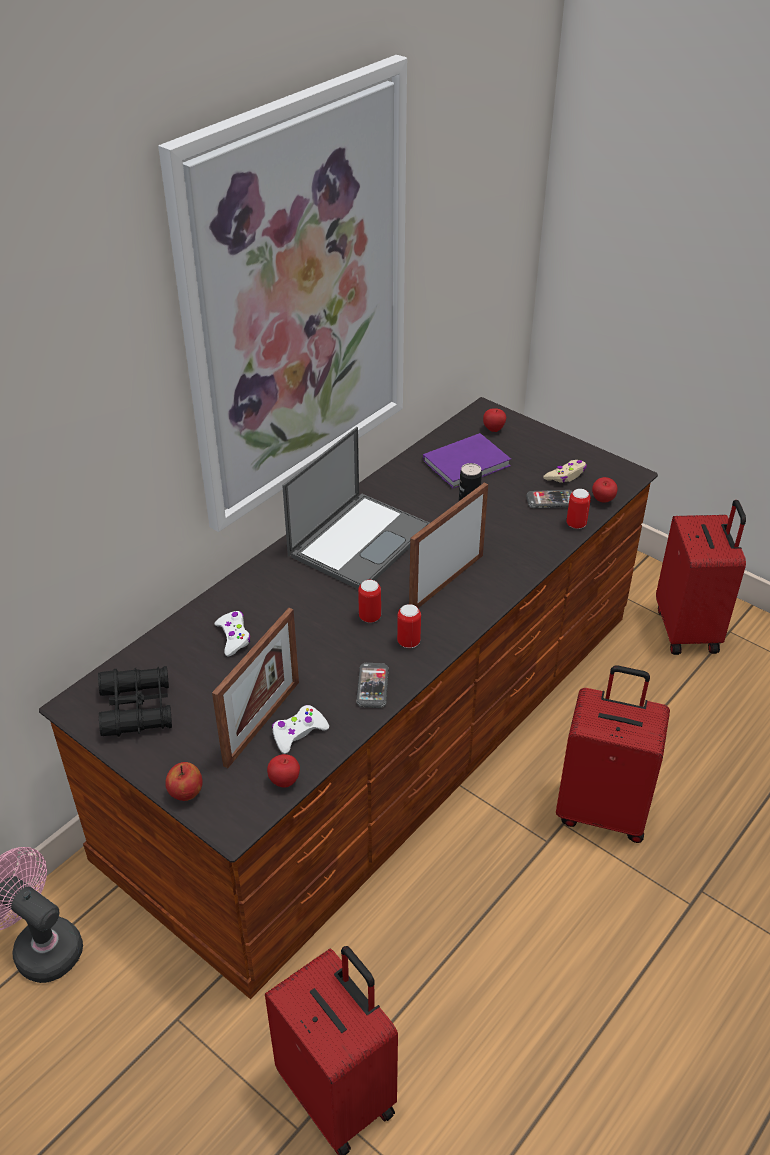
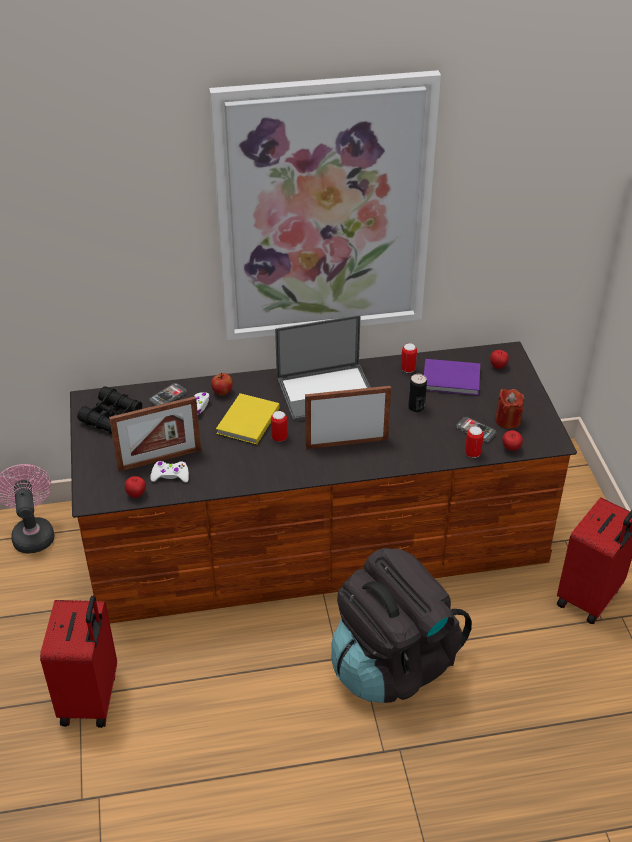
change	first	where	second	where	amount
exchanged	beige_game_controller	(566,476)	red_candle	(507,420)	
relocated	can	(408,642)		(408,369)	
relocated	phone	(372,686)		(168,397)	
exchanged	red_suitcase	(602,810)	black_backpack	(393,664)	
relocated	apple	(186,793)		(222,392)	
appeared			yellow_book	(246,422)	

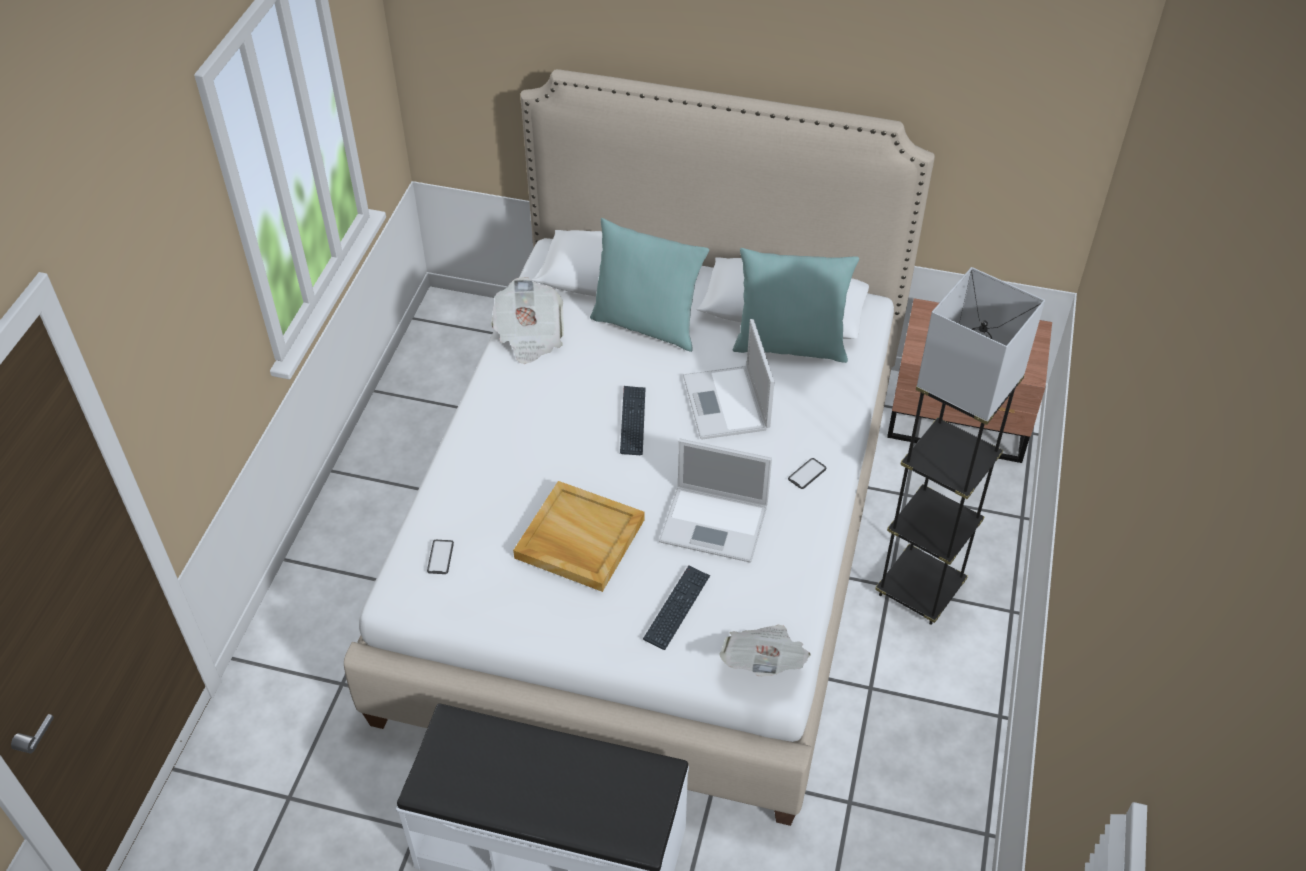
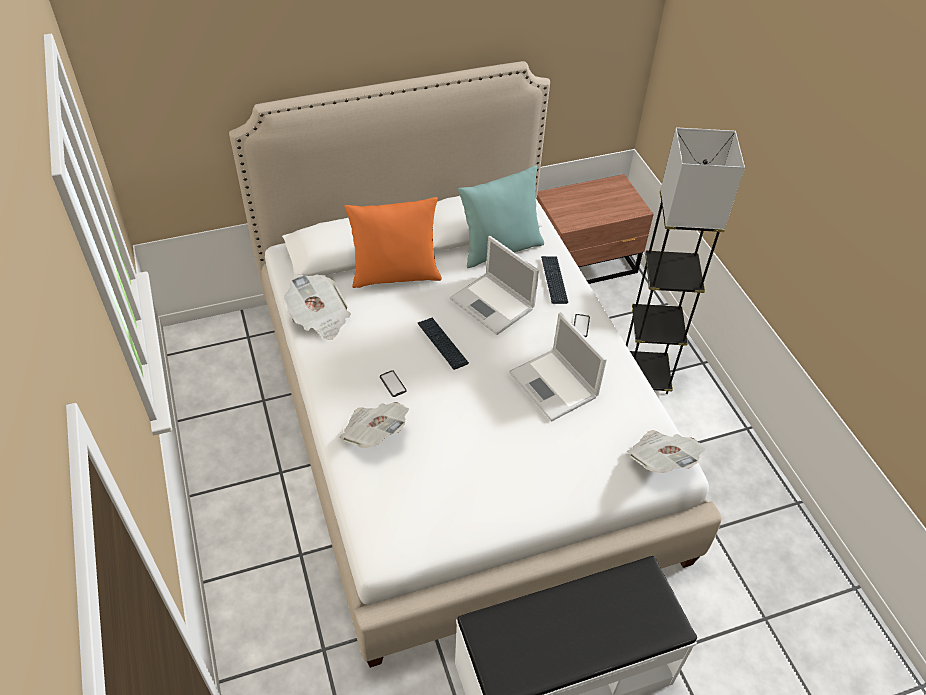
change	first	where	second	where	amount
colour	turquoise_pillow	(647,325)	orange_pillow	(395,275)	
spun	laptop	(716,524)		(554,386)	75 degrees clockwise
missing	beige_tray	(578,539)			
relocated	phone	(440,557)		(393,384)	
relocated	keyboard	(677,608)		(554,280)	
appeared			newspaper	(374,433)	

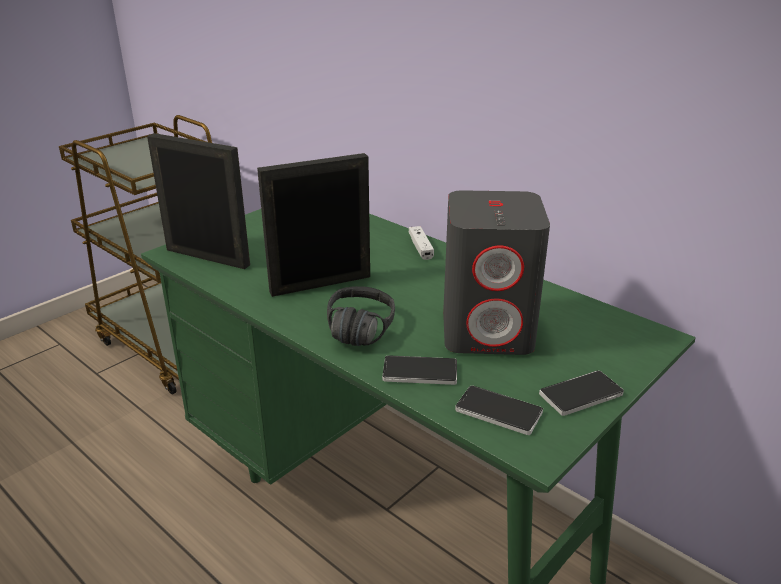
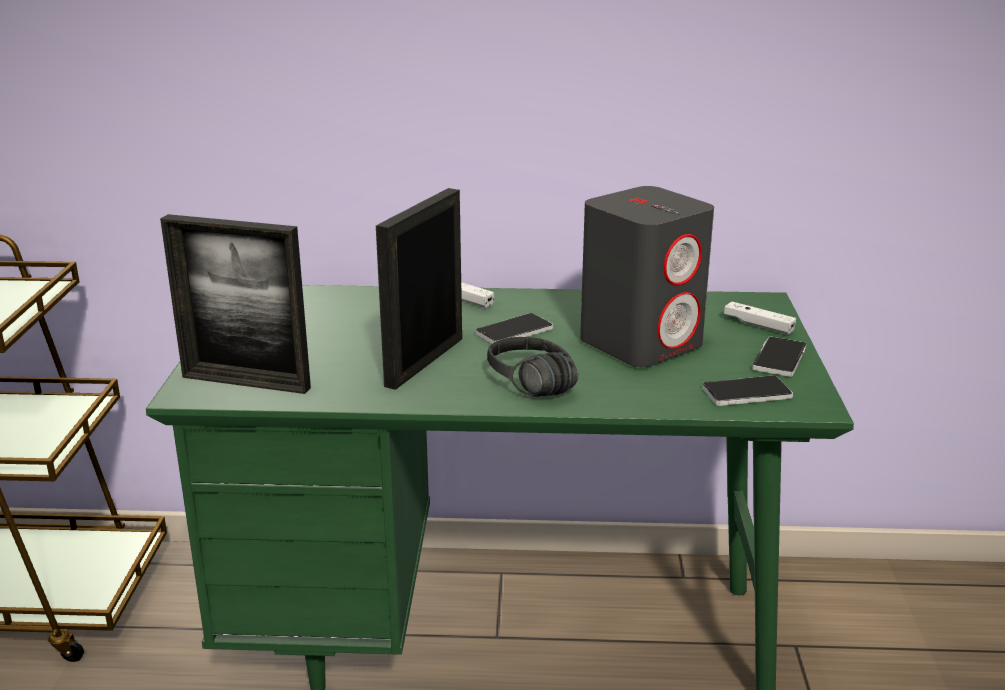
change	first	where	second	where	amount
spun	picture_frame	(207,257)		(246,382)	150 degrees counterclockwise
relocated	phone	(420,372)		(514,331)	
appeared			white_game_controller	(758,325)	

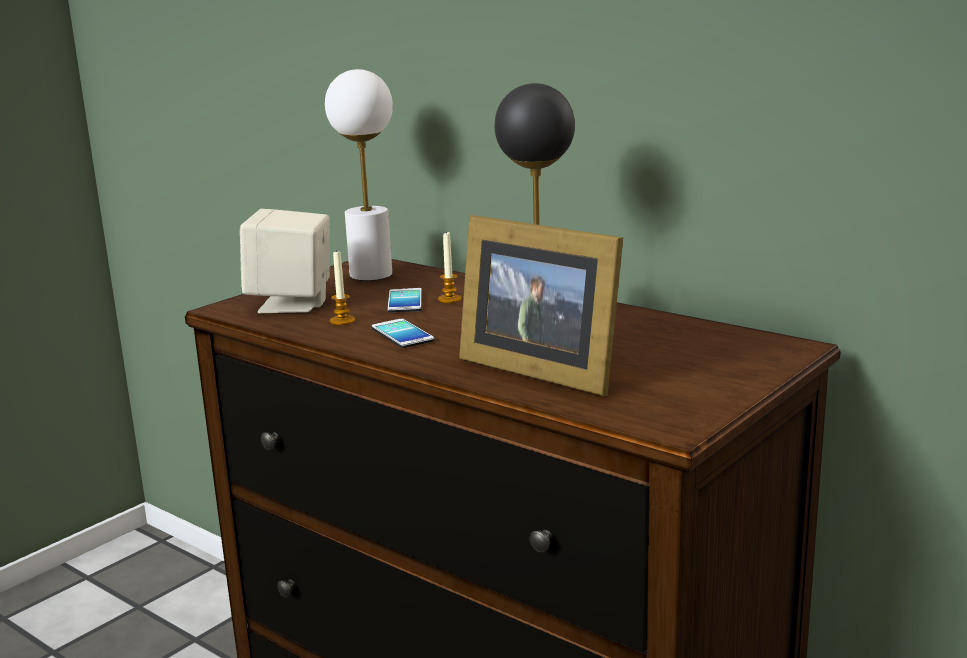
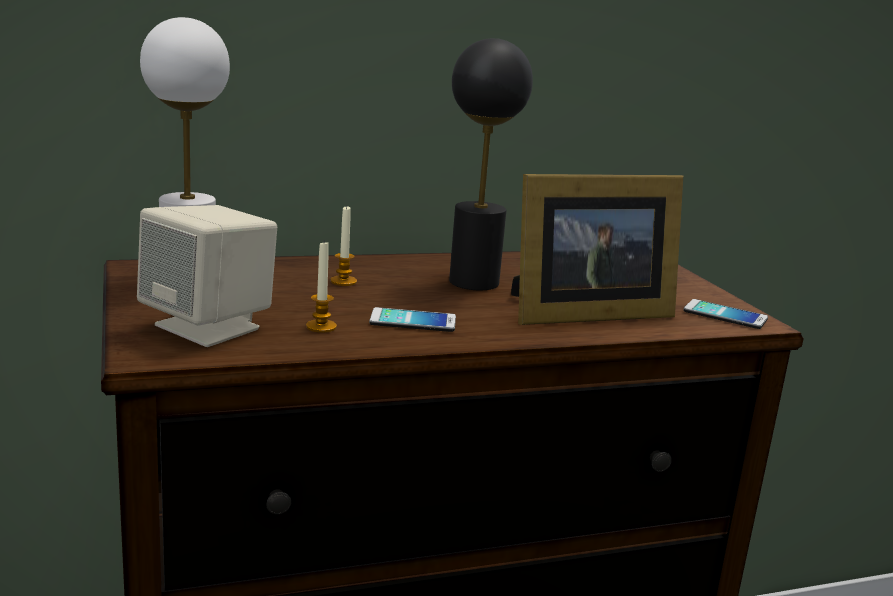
change	first	where	second	where	amount
relocated	phone	(405,301)		(725,315)	

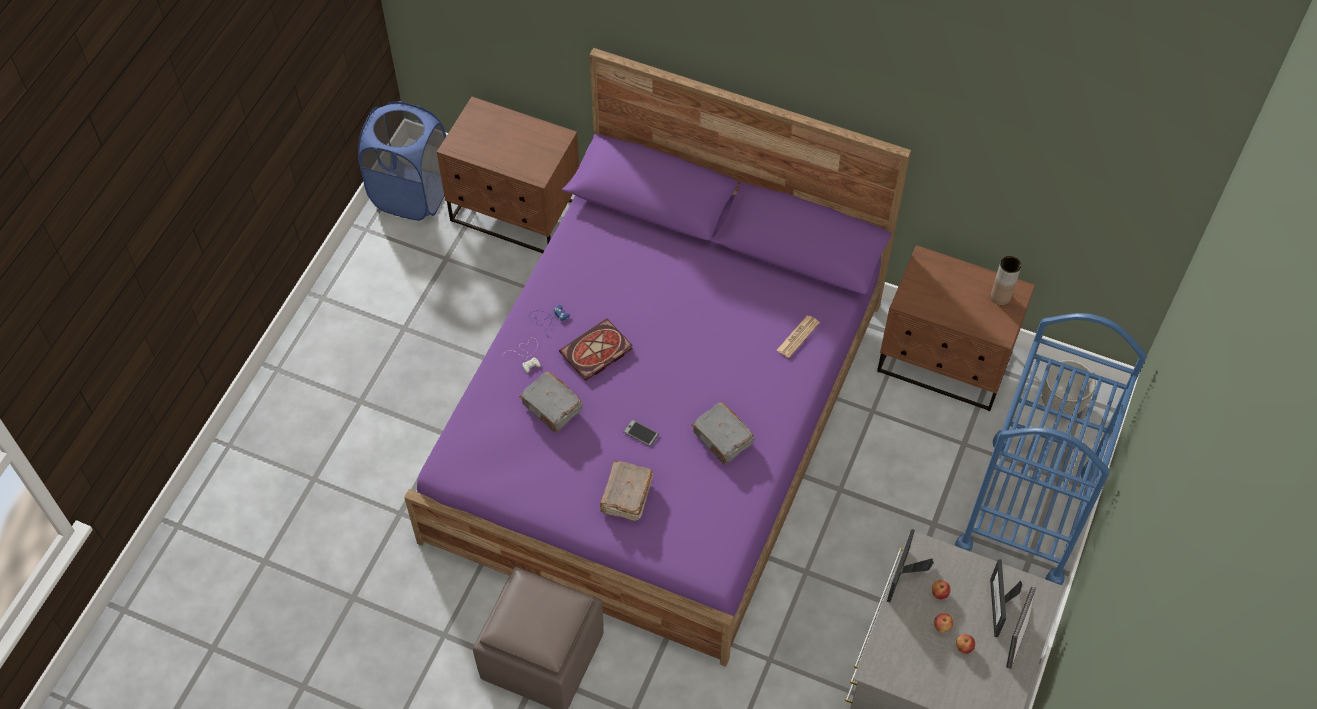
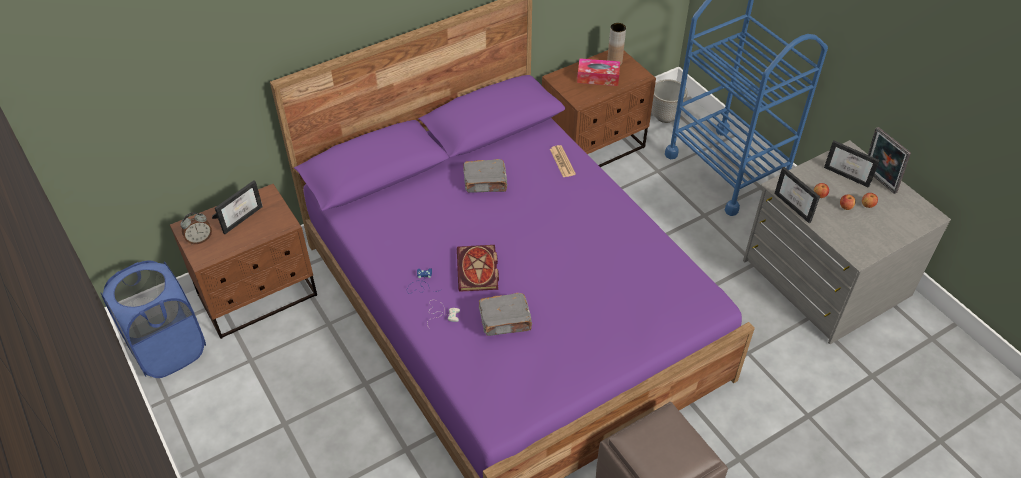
change	first	where	second	where	amount
relocated	grey_book	(722,439)		(486,183)	
missing	phone	(641,433)			
missing	brown_book	(625,496)			
appeared			tissue_box	(598,77)	
appeared			picture_frame	(240,217)	
appeared			alarm_clock	(200,239)	

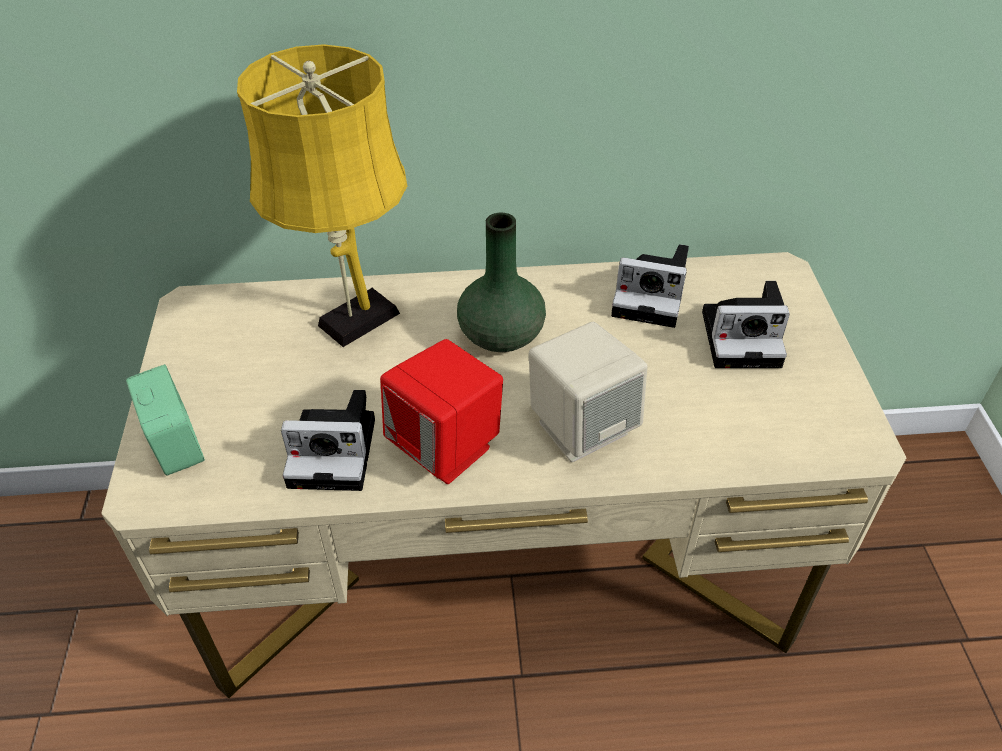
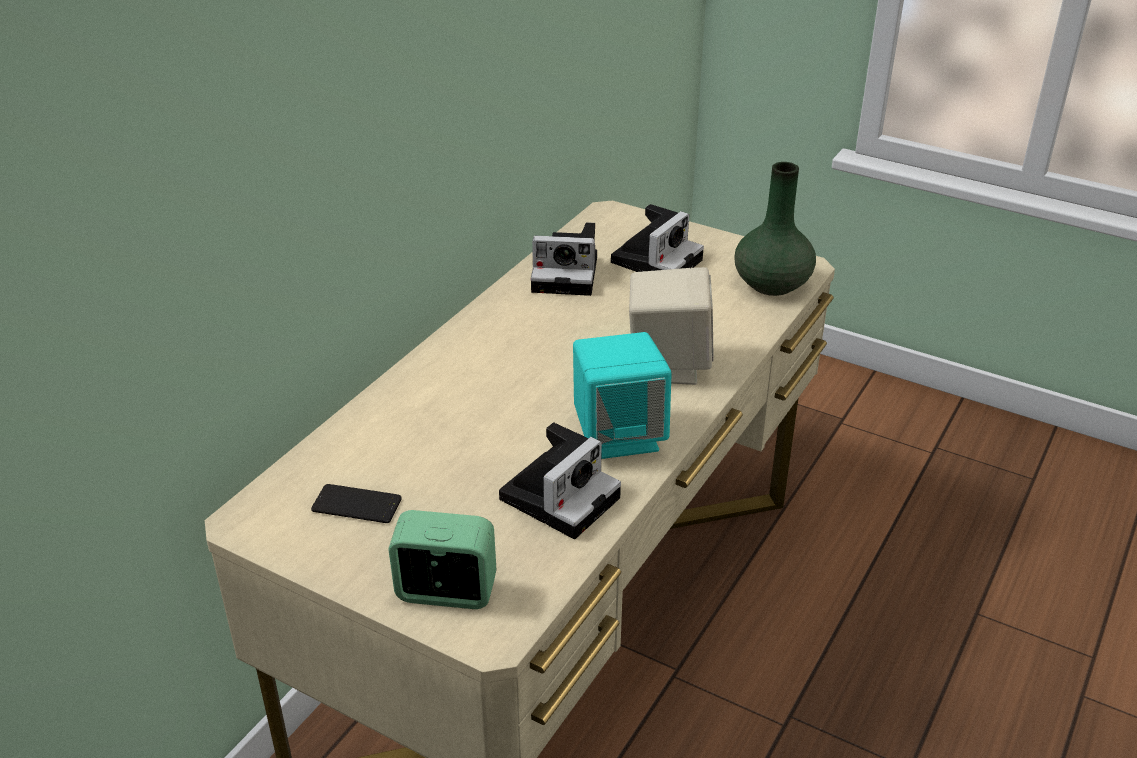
change	first	where	second	where	amount
missing	yellow_table_lamp	(352,323)			
relocated	green_vase	(502,336)		(772,284)	
spun	photo_camera	(653,296)		(568,274)	45 degrees clockwise
colour	red_speaker	(446,447)	turquoise_speaker	(619,436)	
appeared			phone	(356,505)	

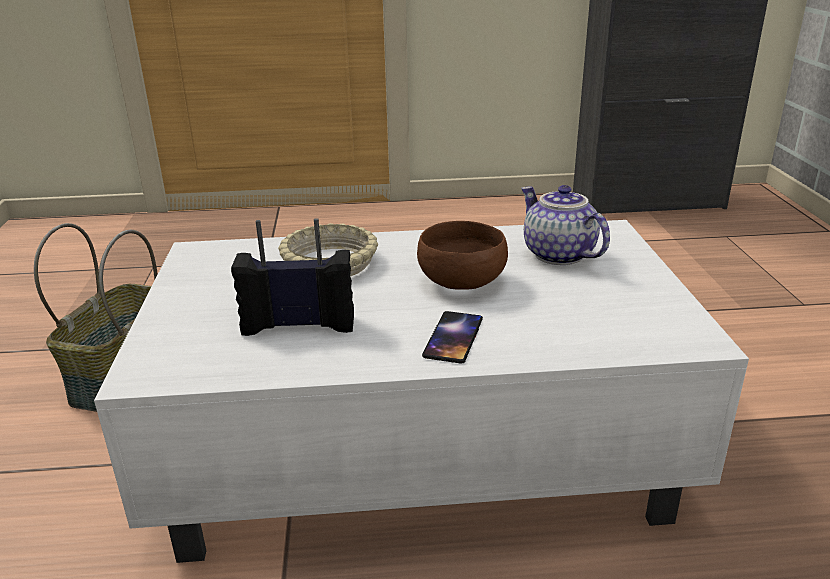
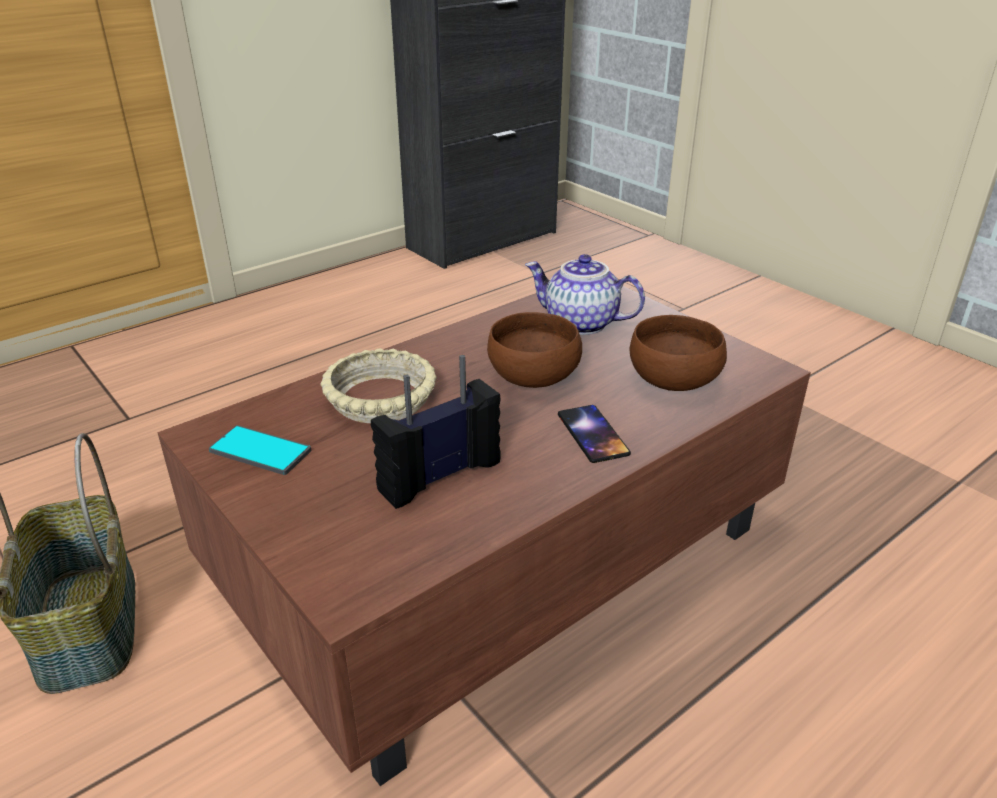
change	first	where	second	where	amount
colour	white_coffee_table	(413,446)	brown_coffee_table	(497,559)	
appeared			brown_bowl	(672,380)	
appeared			phone	(260,451)	

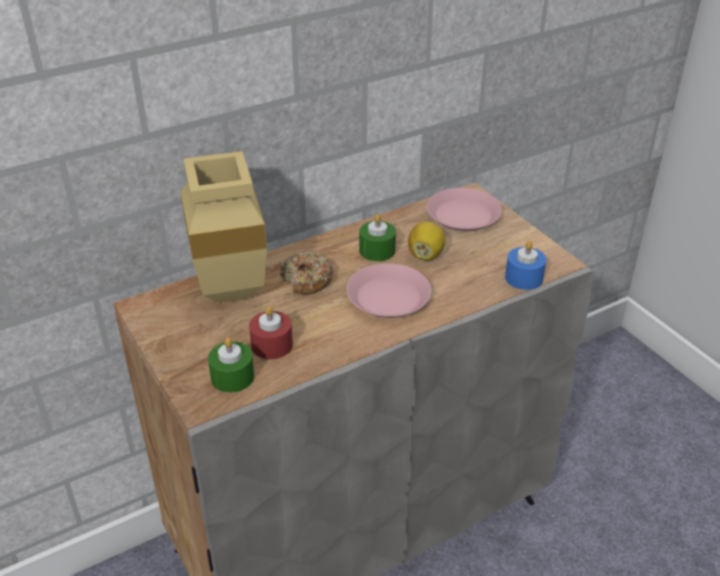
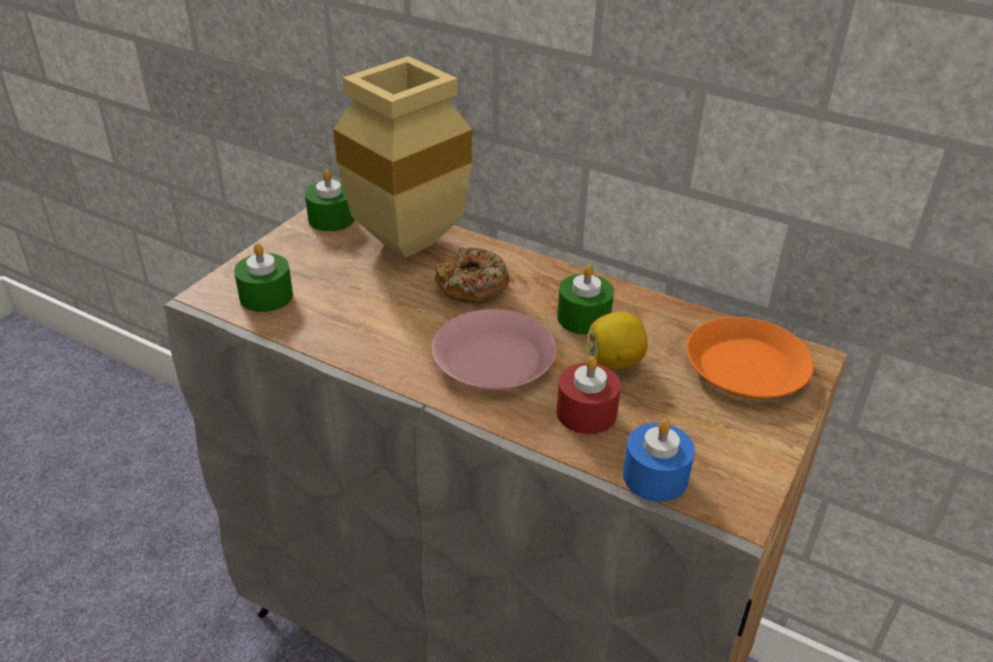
change	first	where	second	where	amount
colour	pink_plate	(463,216)	orange_plate	(746,368)	
relocated	red_candle	(272,345)		(586,412)	
appeared			green_candle	(331,219)	

